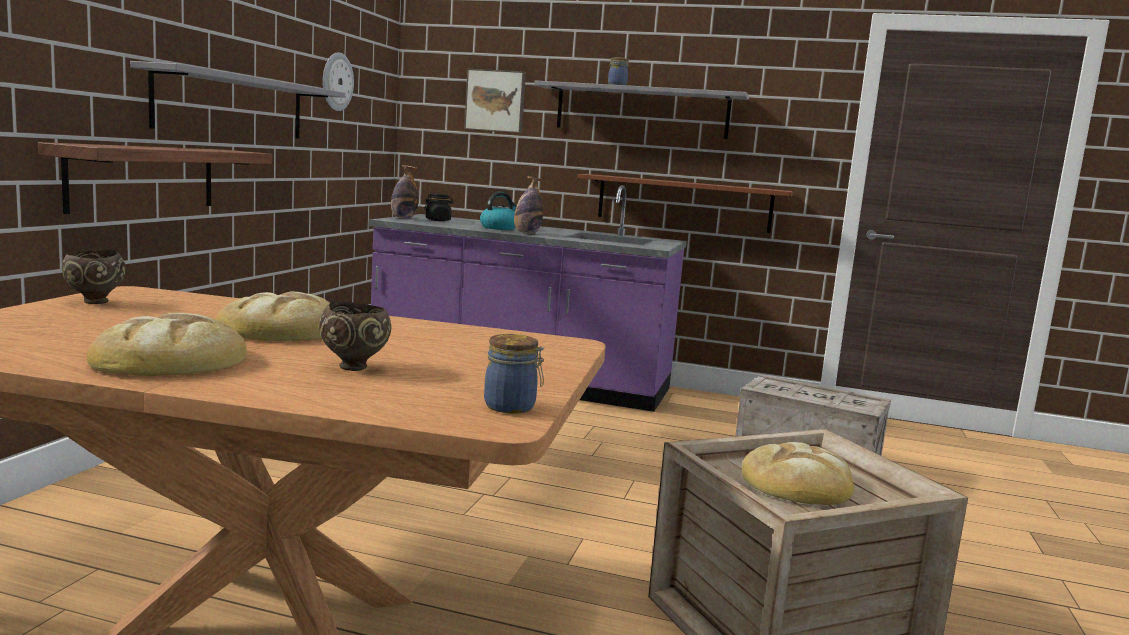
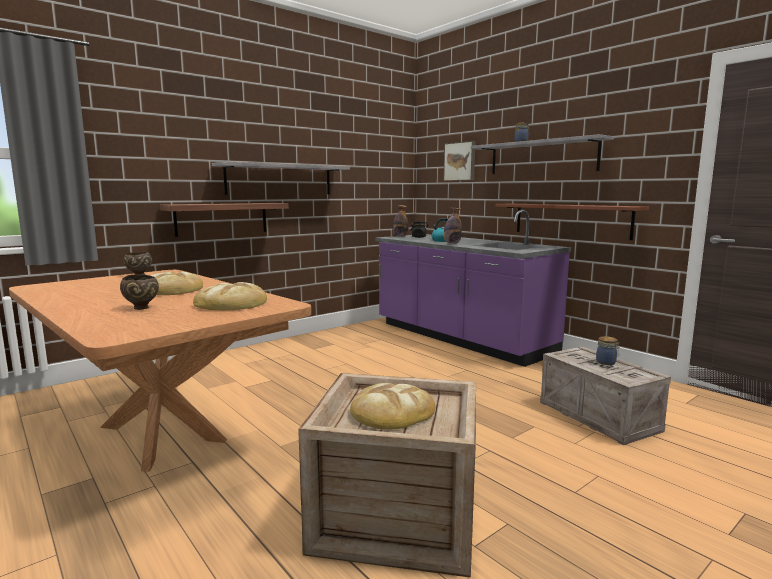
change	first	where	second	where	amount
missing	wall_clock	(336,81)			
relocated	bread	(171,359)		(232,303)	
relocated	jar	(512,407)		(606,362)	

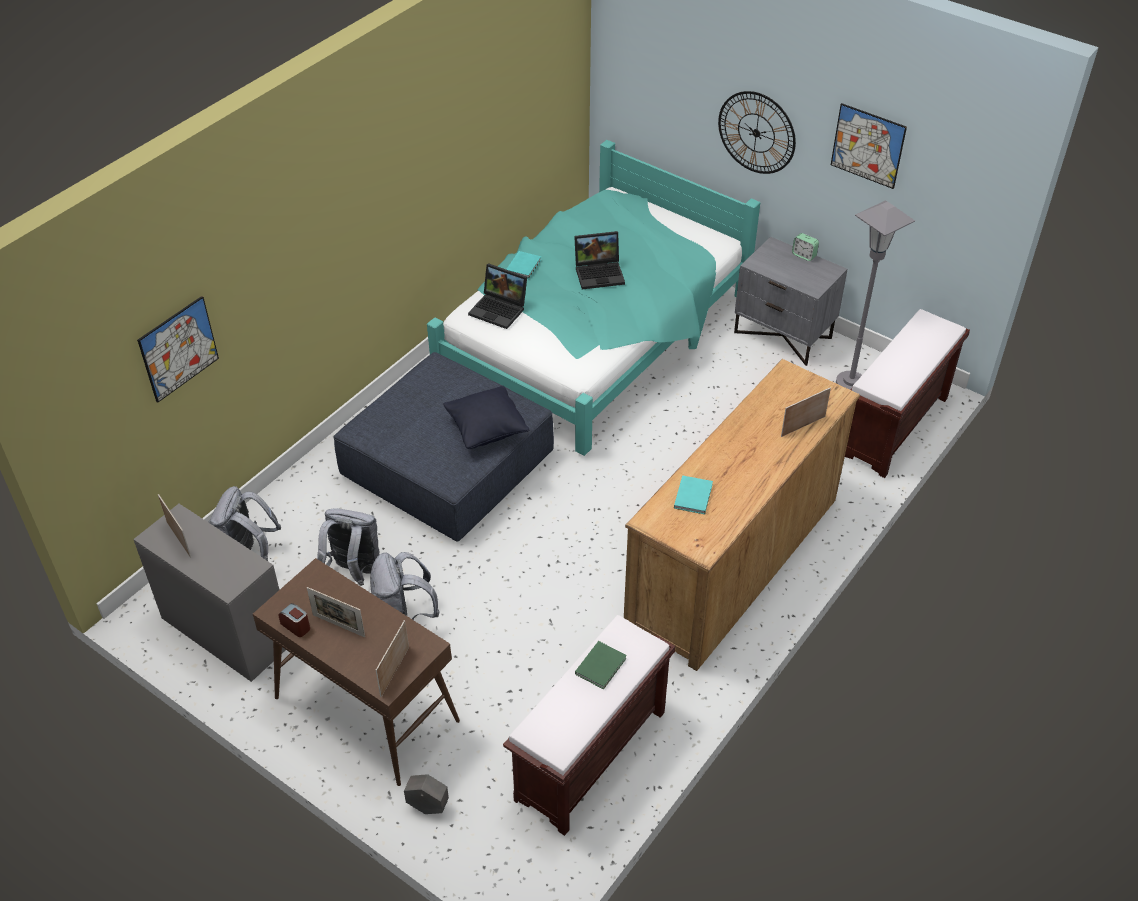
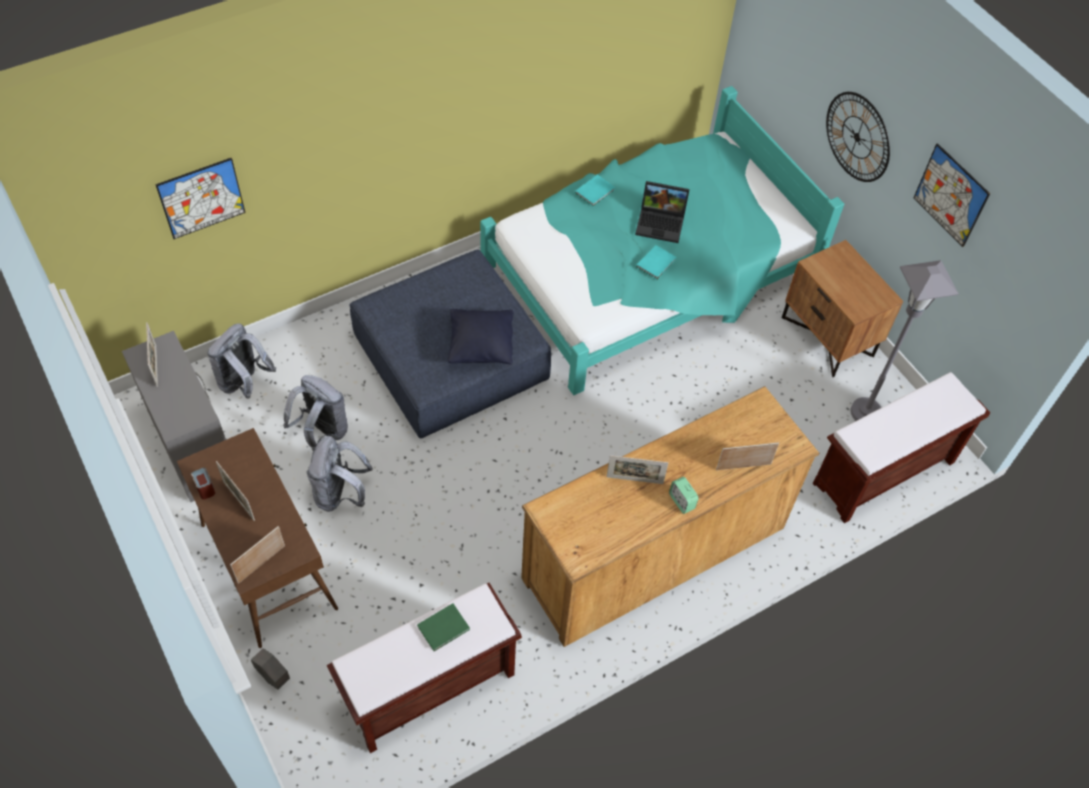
change	first	where	second	where	amount
relocated	alarm_clock	(804,255)		(681,501)	
colour	grey_nightstand	(783,335)	brown_nightstand	(828,336)	
missing	laptop	(500,309)			
relocated	turquoise_book	(694,495)		(657,263)	
appeared			picture_frame	(634,480)	

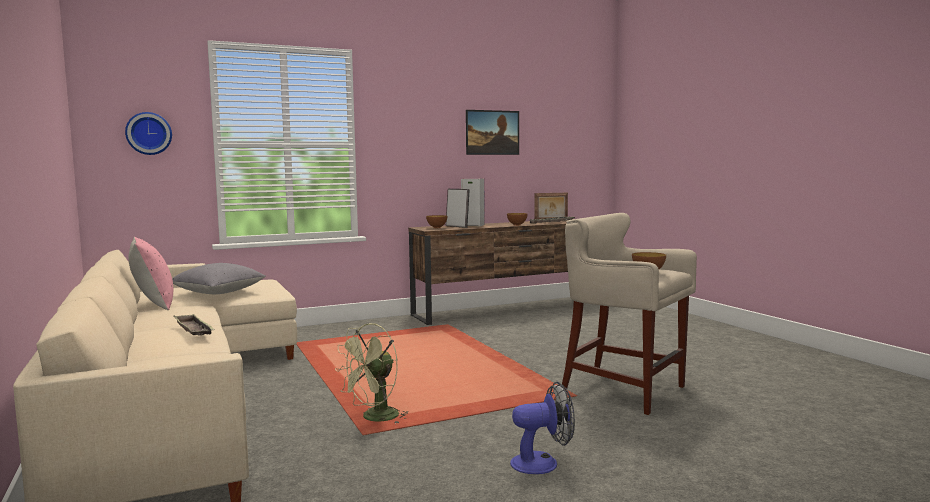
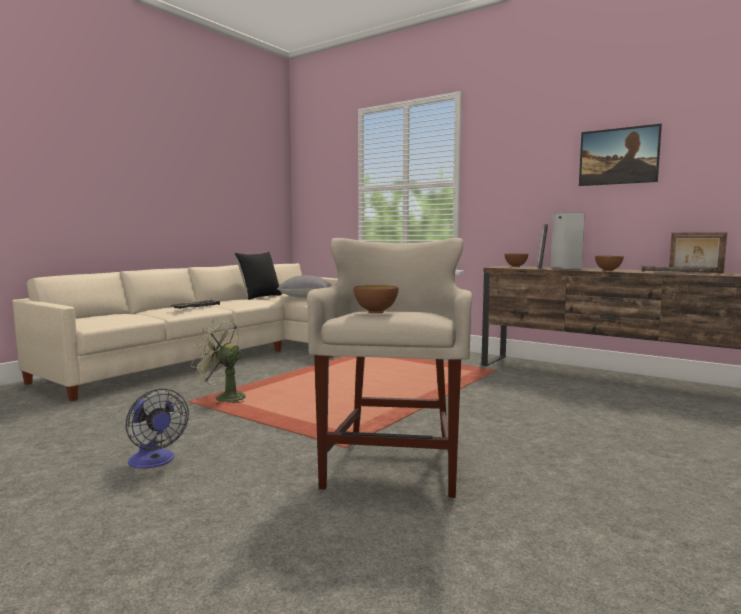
change	first	where	second	where	amount
missing	wall_clock	(149,133)			
colour	pink_pillow	(153,305)	black_pillow	(259,297)	

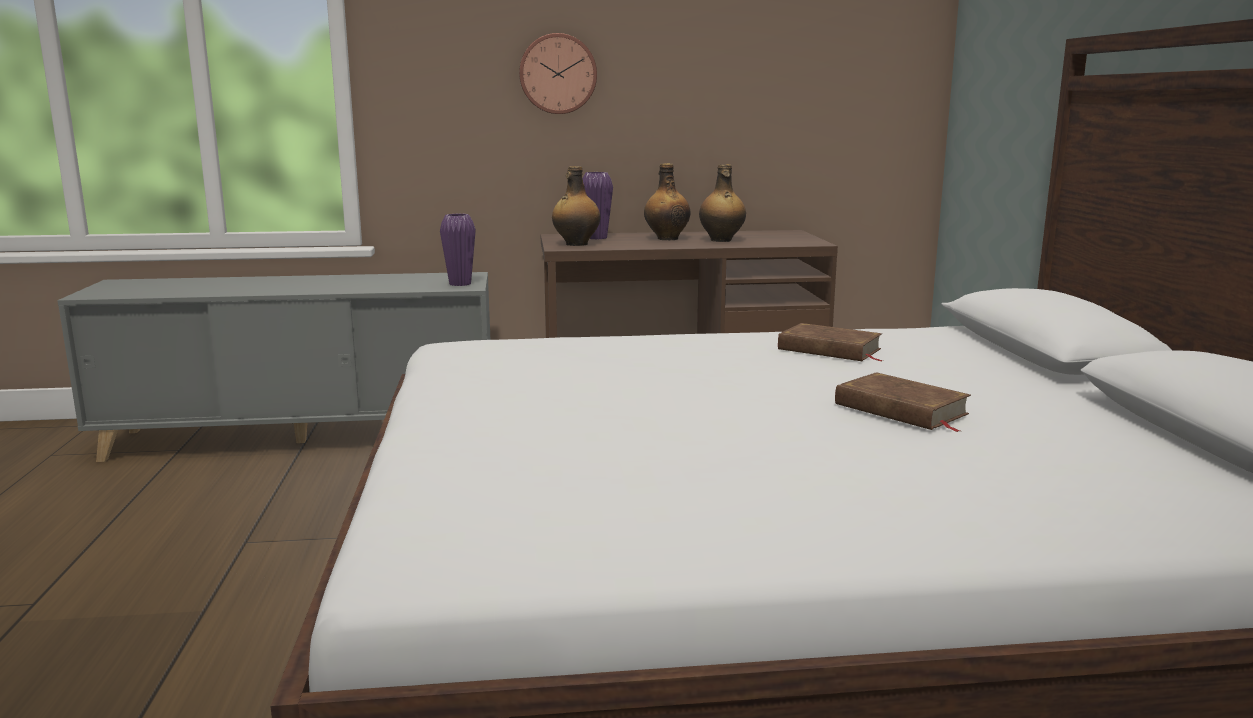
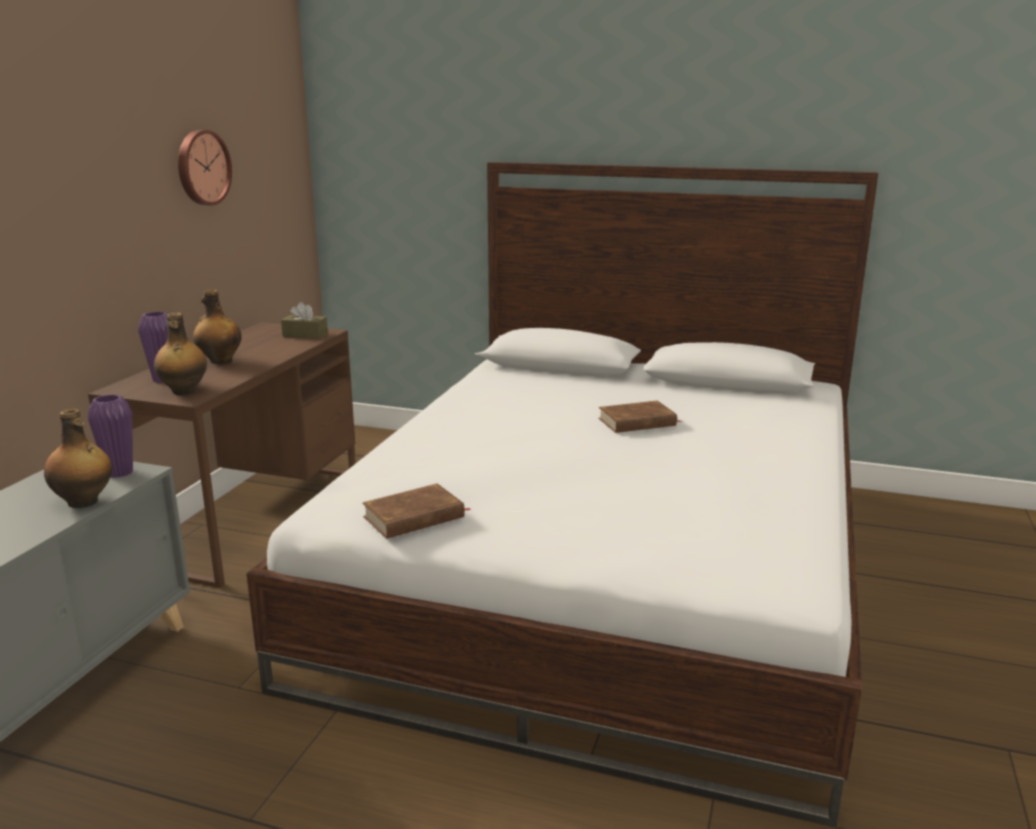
change	first	where	second	where	amount
relocated	wall_clock	(557,74)		(202,167)	
relocated	bottle	(721,240)		(84,502)	
relocated	brown_book	(829,349)		(414,517)	
appeared			brown_tissue_box	(305,335)	

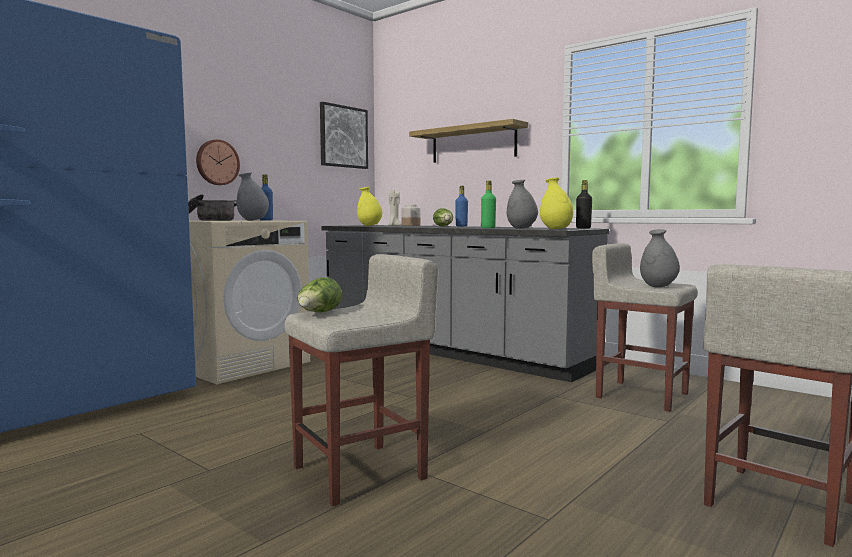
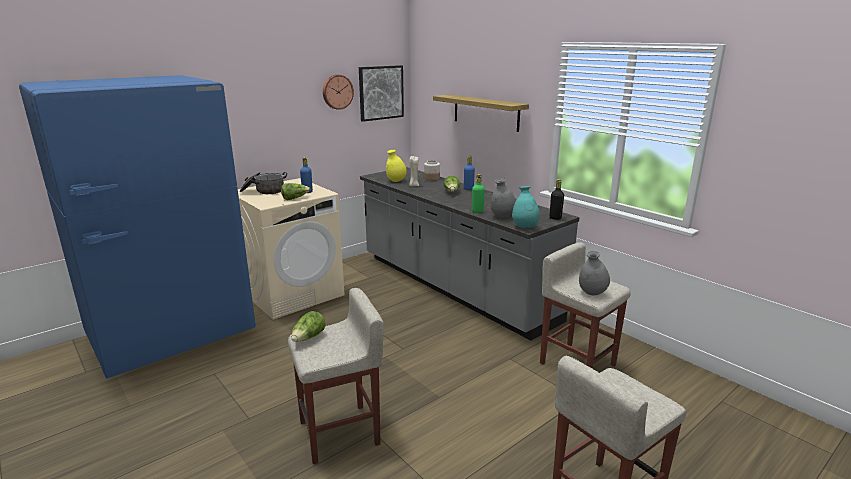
change	first	where	second	where	amount
relocated	wall_clock	(217,162)		(337,92)	
exchanged	grey_vase	(253,220)	lettuce	(295,198)	
colour	yellow_vase	(556,229)	turquoise_vase	(524,227)	

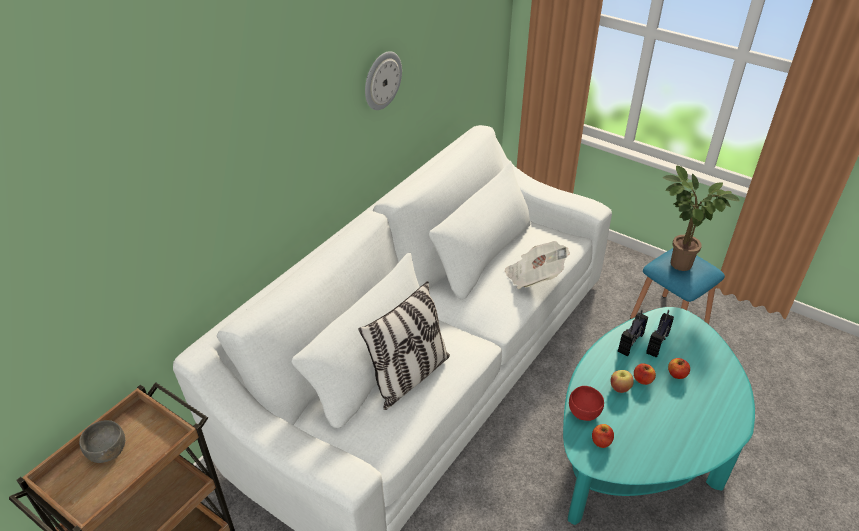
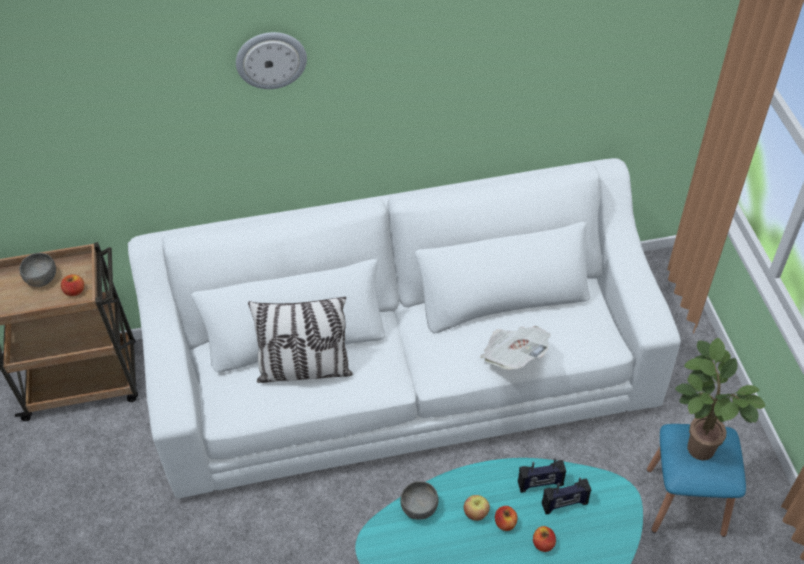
change	first	where	second	where	amount
relocated	wall_clock	(382,80)		(271,59)	
colour	red_bowl	(584,411)	grey_bowl	(419,507)	
relocated	apple	(601,441)		(75,291)	

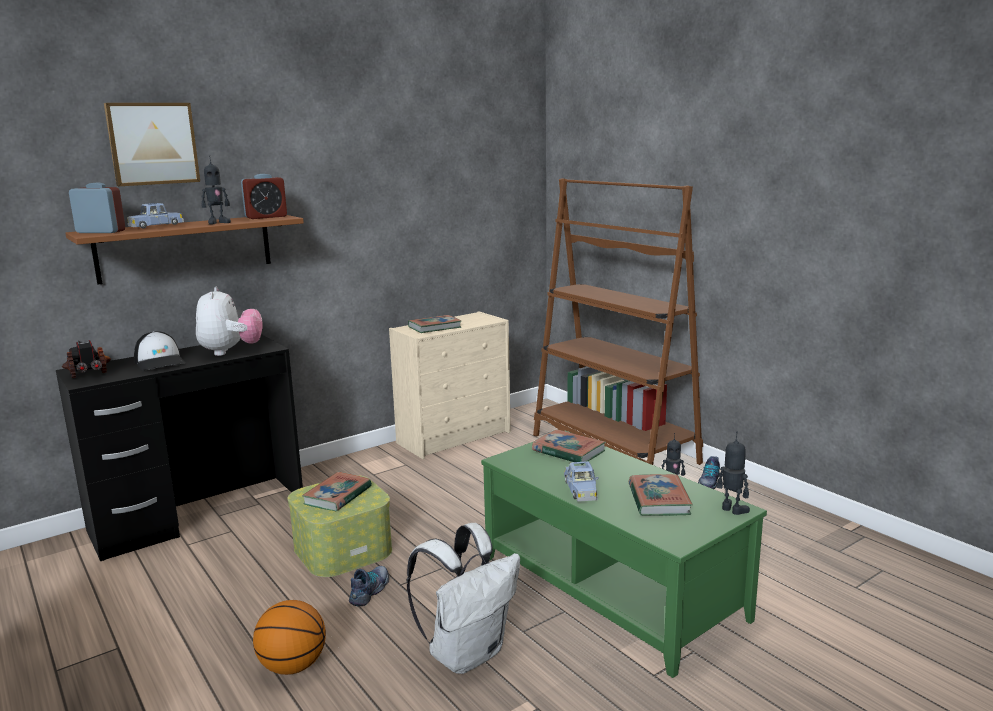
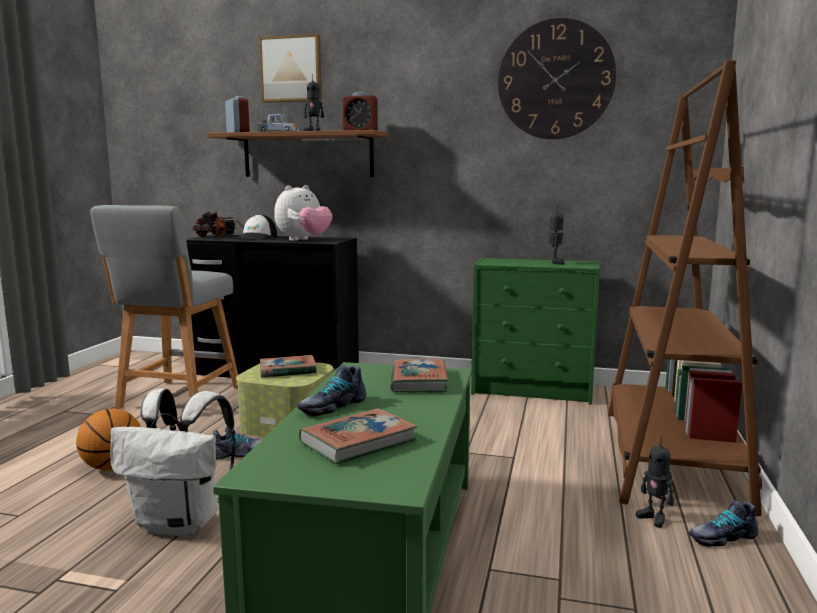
change	first	where	second	where	amount
colour	beige_dresser	(455,437)	green_dresser	(533,390)	
missing	book	(434,327)			
relocated	toy_robot	(732,510)		(555,263)	
exchanged	blue_toy_car	(581,490)	shoe	(332,406)	
appeared			wall_clock	(555,80)	
appeared			grey_stool	(177,399)	

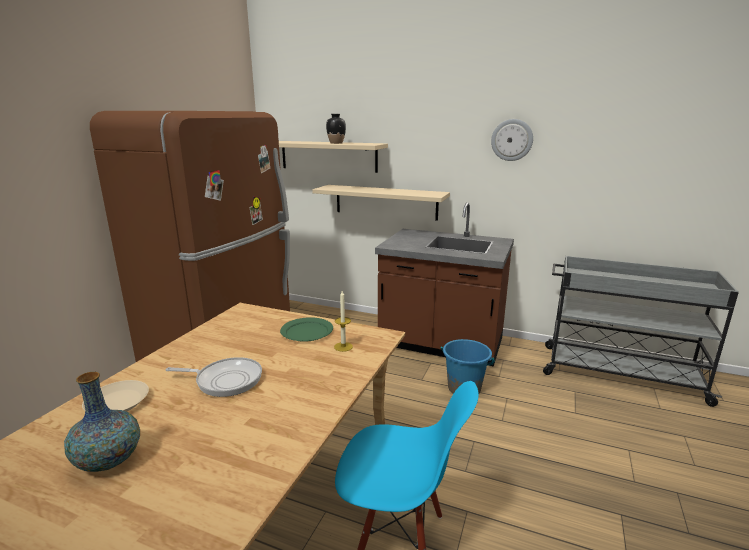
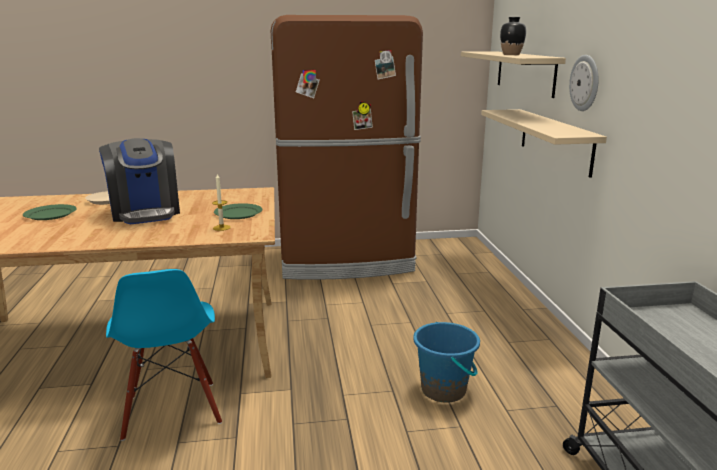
change	first	where	second	where	amount
relocated	wall_clock	(512,140)		(585,83)	
missing	brown_counter	(441,344)			
exchanged	frying_pan	(225,380)	coffee_machine	(145,212)	
exchanged	vase	(108,460)	green_plate	(50,214)	

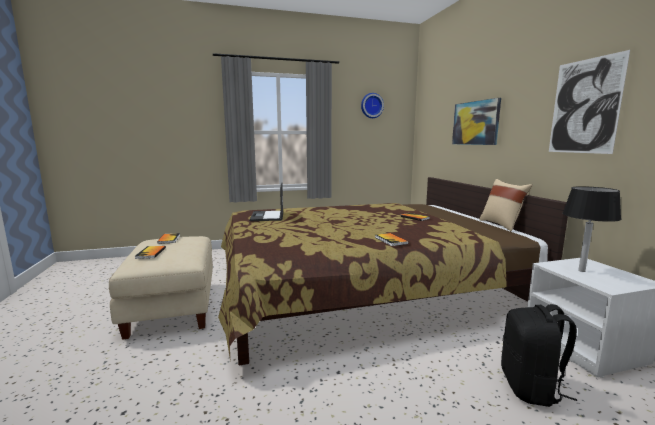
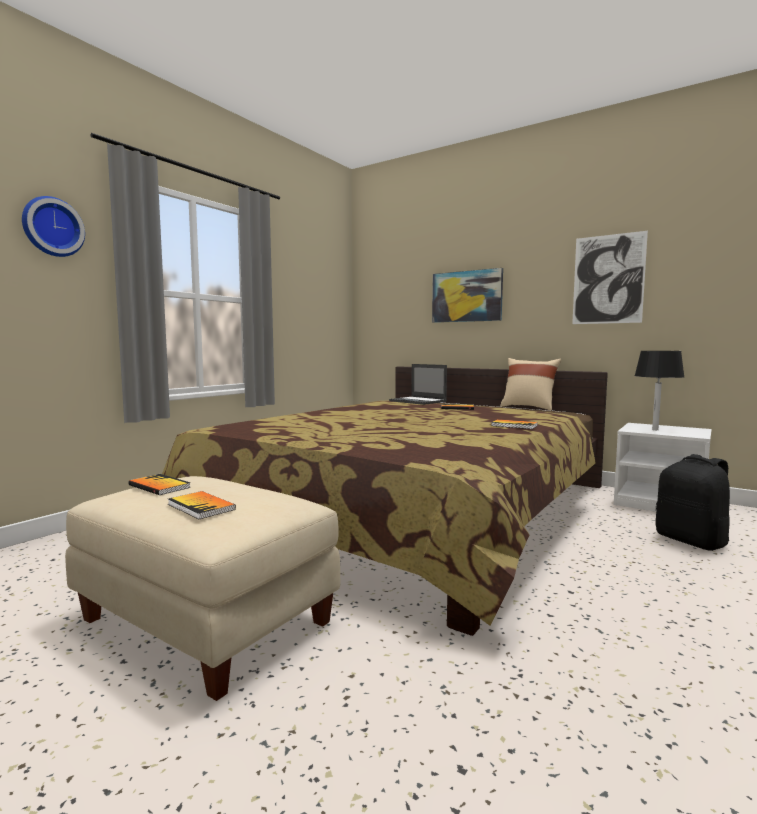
change	first	where	second	where	amount
relocated	wall_clock	(371,105)		(52,227)	
relocated	laptop	(267,216)		(418,401)	

